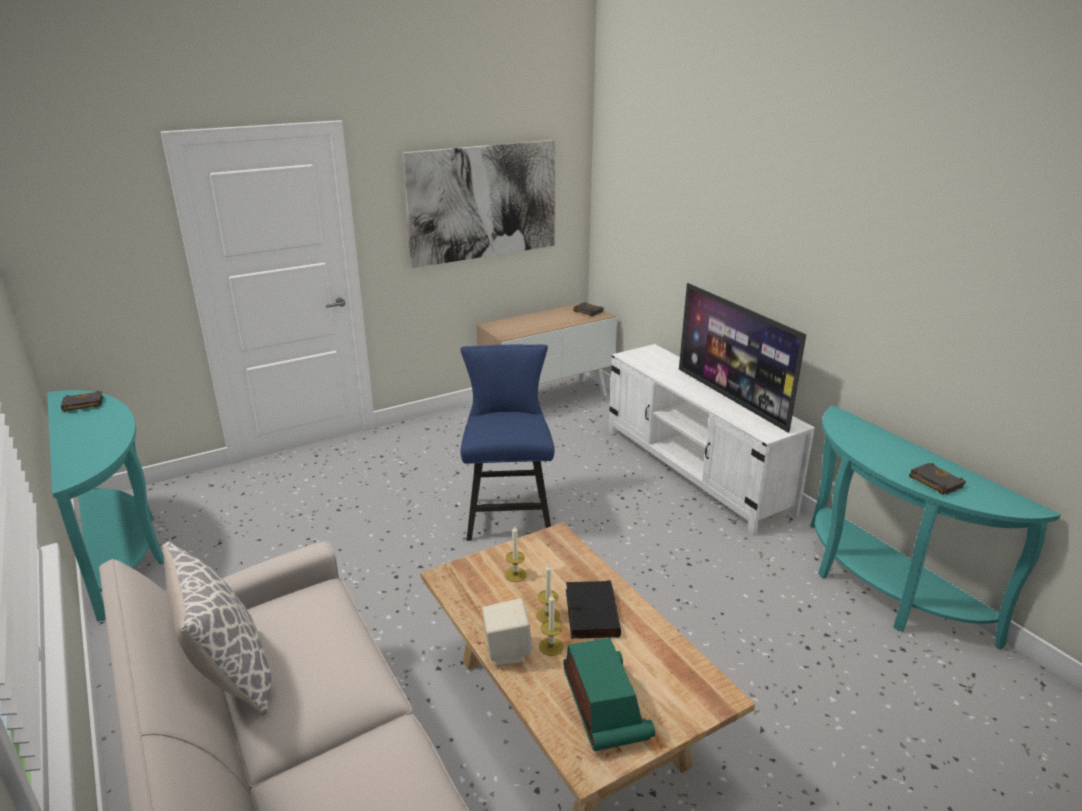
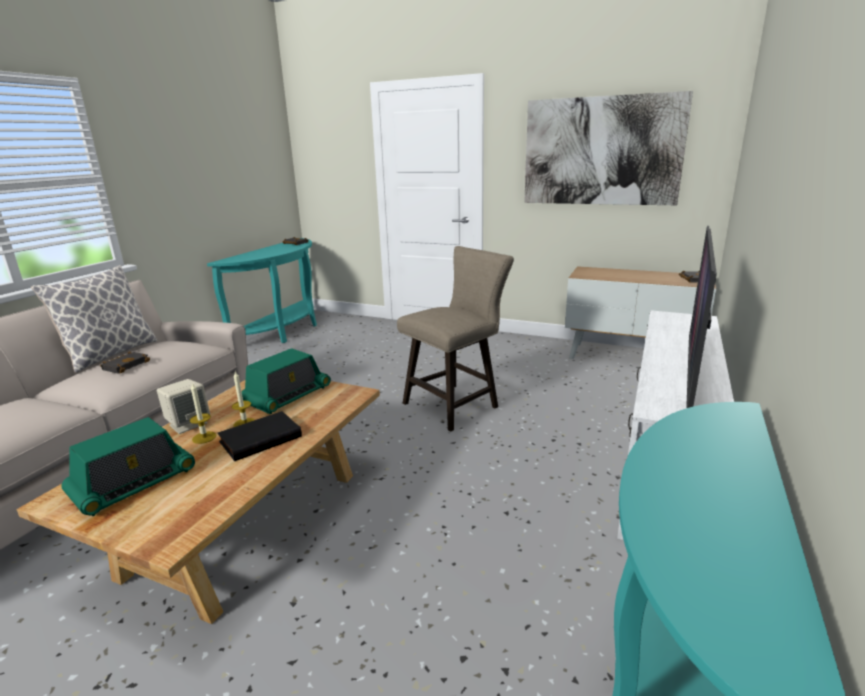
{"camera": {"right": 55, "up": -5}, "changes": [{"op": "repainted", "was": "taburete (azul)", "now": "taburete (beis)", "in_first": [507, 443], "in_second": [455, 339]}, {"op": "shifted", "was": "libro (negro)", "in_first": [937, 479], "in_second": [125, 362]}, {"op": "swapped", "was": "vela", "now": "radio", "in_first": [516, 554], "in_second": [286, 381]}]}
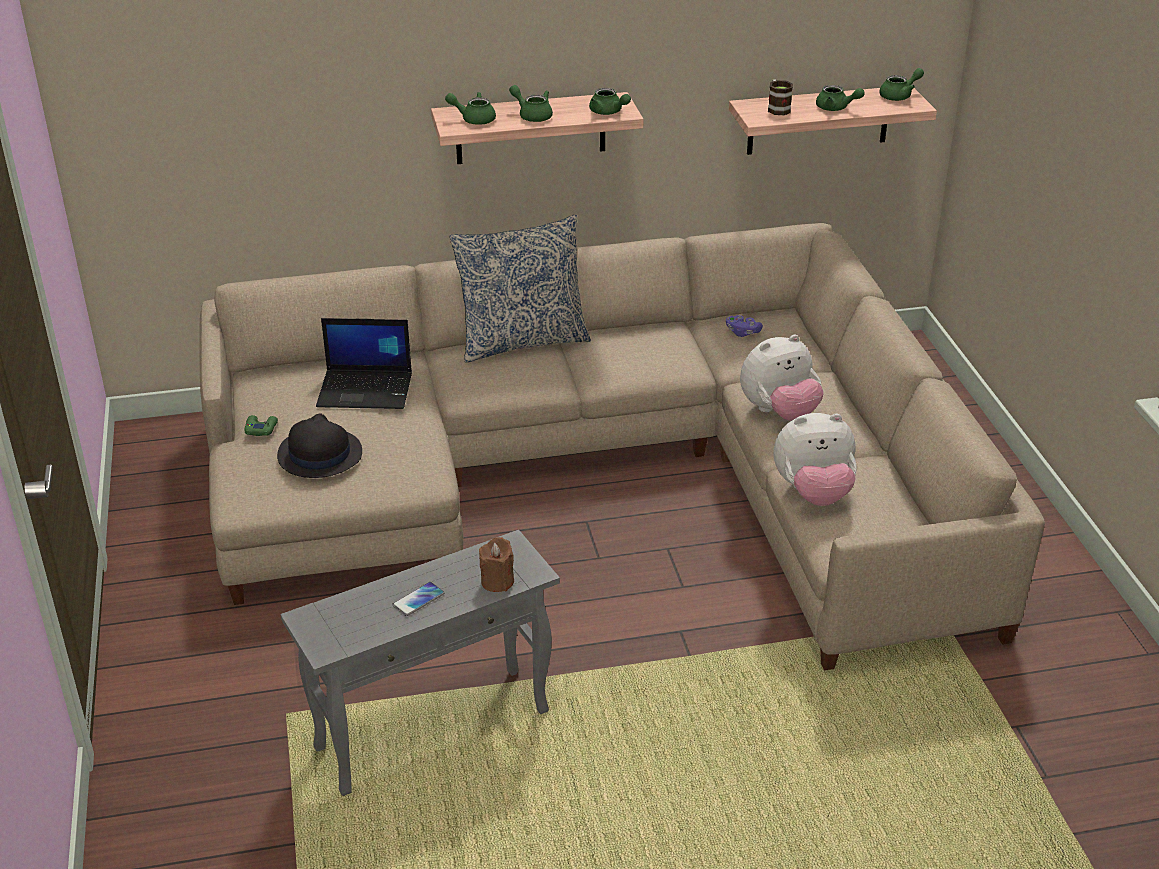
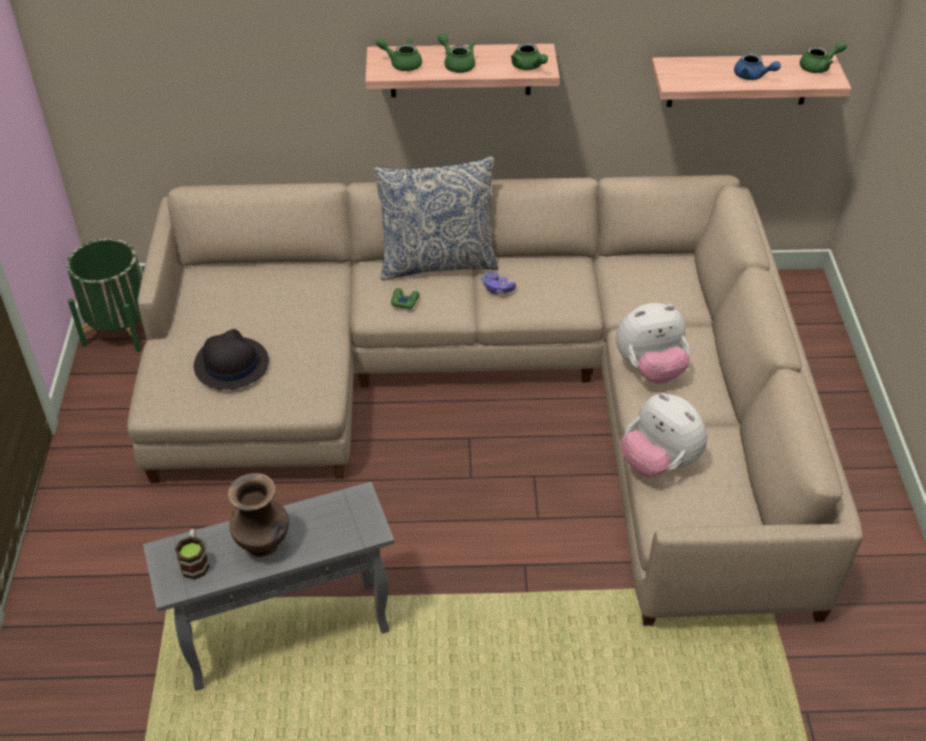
{"camera": {"right": 10, "up": 10}, "changes": [{"op": "shifted", "was": "taza grande", "in_first": [780, 97], "in_second": [192, 554]}, {"op": "repainted", "was": "tetera (verde)", "now": "tetera (azul)", "in_first": [840, 98], "in_second": [757, 66]}, {"op": "shifted", "was": "mando de consola (morado)", "in_first": [744, 326], "in_second": [498, 283]}, {"op": "gone", "was": "portátil", "in_first": [364, 363]}, {"op": "rotated", "was": "peluche", "in_first": [815, 459], "in_second": [664, 435], "clockwise": 45}, {"op": "shifted", "was": "mando de consola (verde)", "in_first": [261, 425], "in_second": [405, 298]}, {"op": "gone", "was": "vela (marrón)", "in_first": [496, 564]}, {"op": "swapped", "was": "móvil", "now": "florero (marrón)", "in_first": [418, 599], "in_second": [258, 515]}, {"op": "new", "now": "maceta (verde)", "in_second": [105, 295]}]}
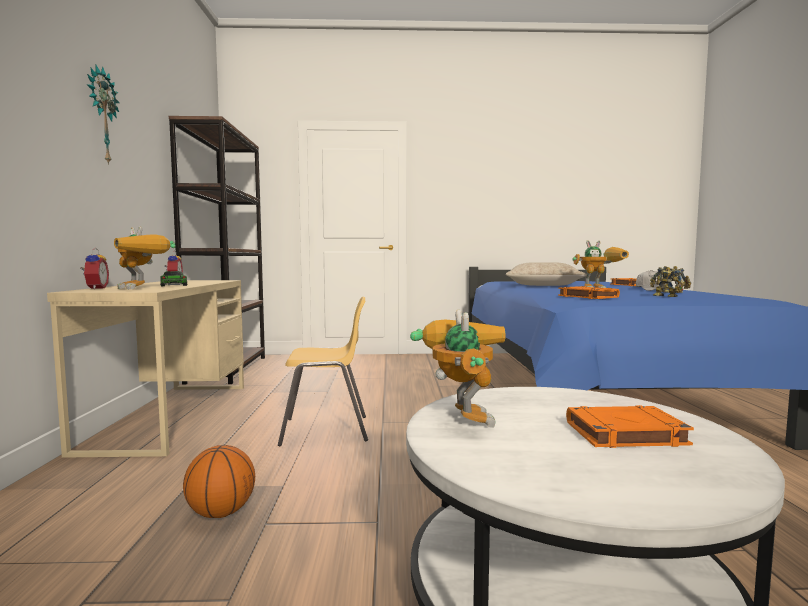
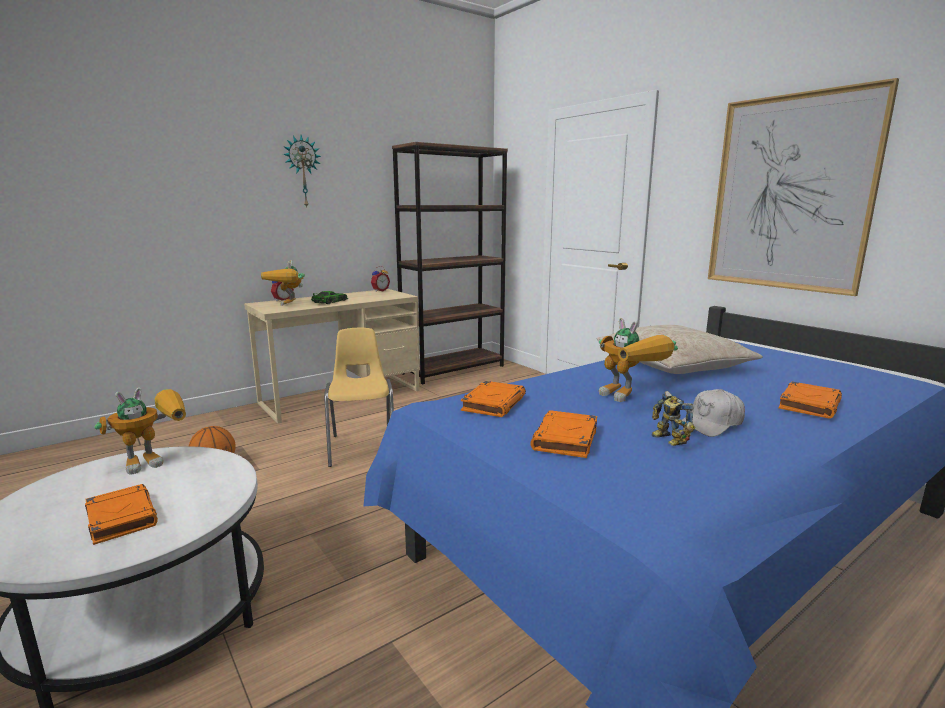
{"camera": {"right": 55, "up": 10}, "changes": [{"op": "swapped", "was": "robot de juguete", "now": "libro (naranja)", "in_first": [667, 282], "in_second": [563, 434]}, {"op": "rotated", "was": "silla (amarillo)", "in_first": [323, 371], "in_second": [359, 397], "clockwise": -150}, {"op": "new", "now": "cuadro", "in_second": [803, 187]}]}
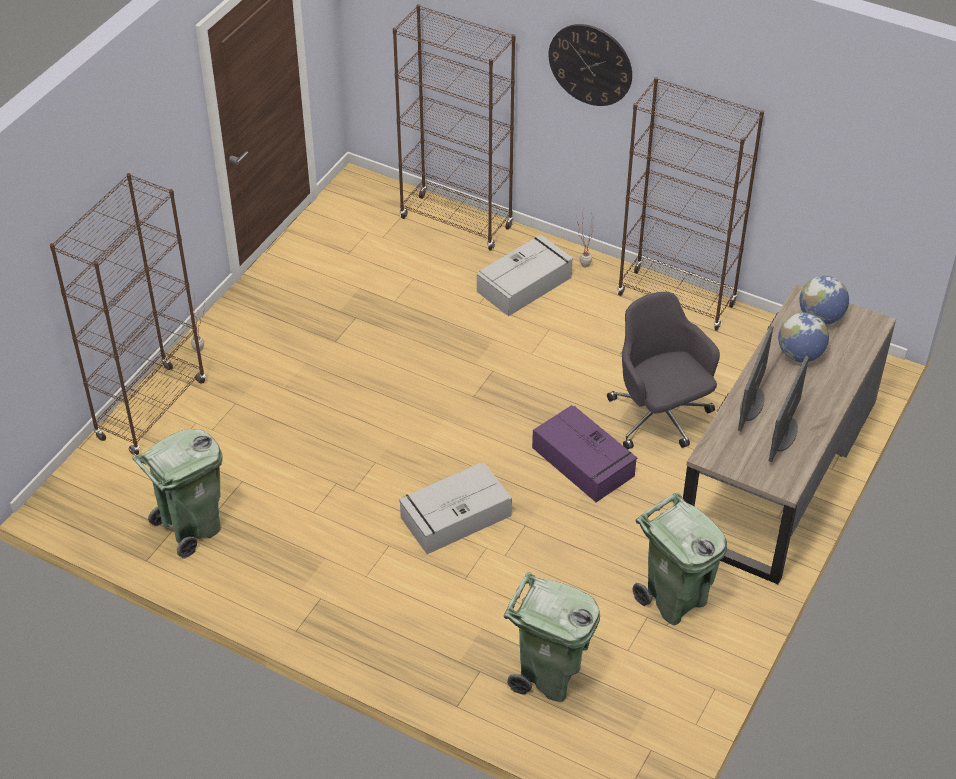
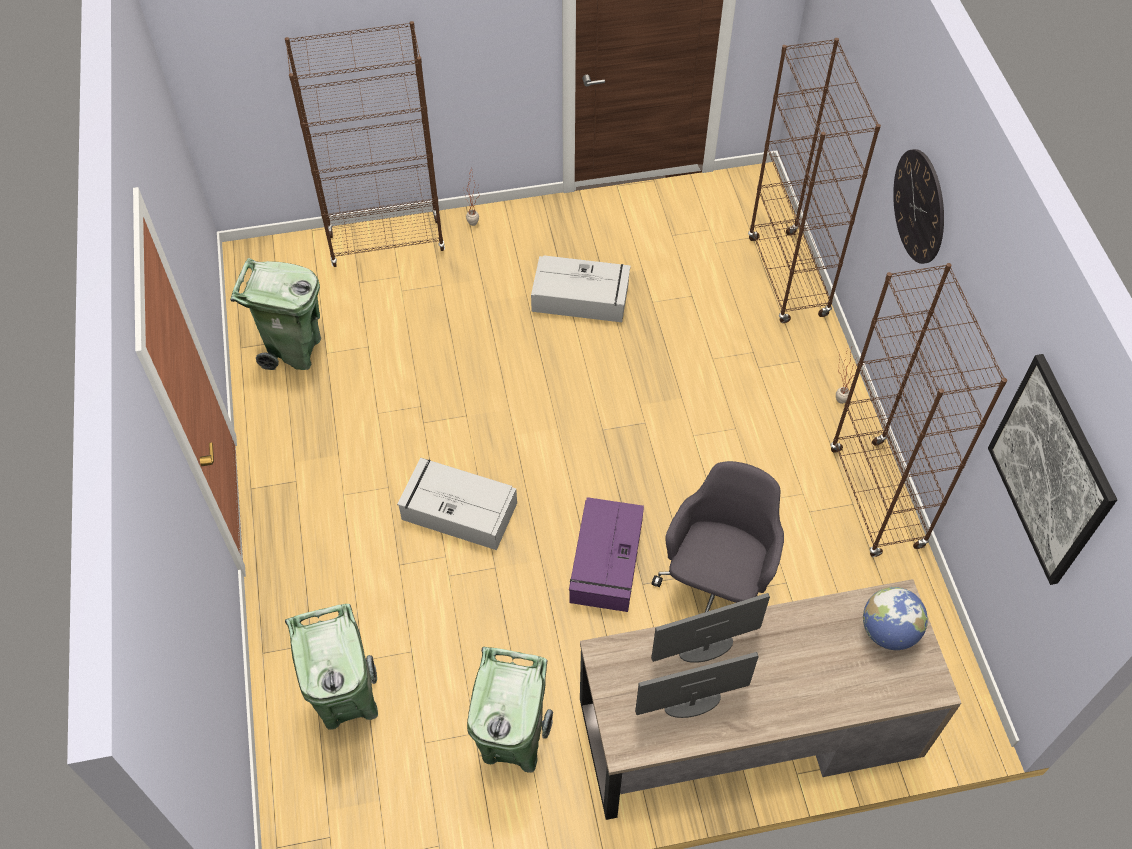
{"camera": {"right": 50, "up": 10}, "changes": [{"op": "shifted", "was": "caja de almacenaje (gris)", "in_first": [525, 275], "in_second": [581, 288]}, {"op": "gone", "was": "globo terráqueo", "in_first": [803, 337]}, {"op": "new", "now": "cuadro", "in_second": [1052, 469]}]}
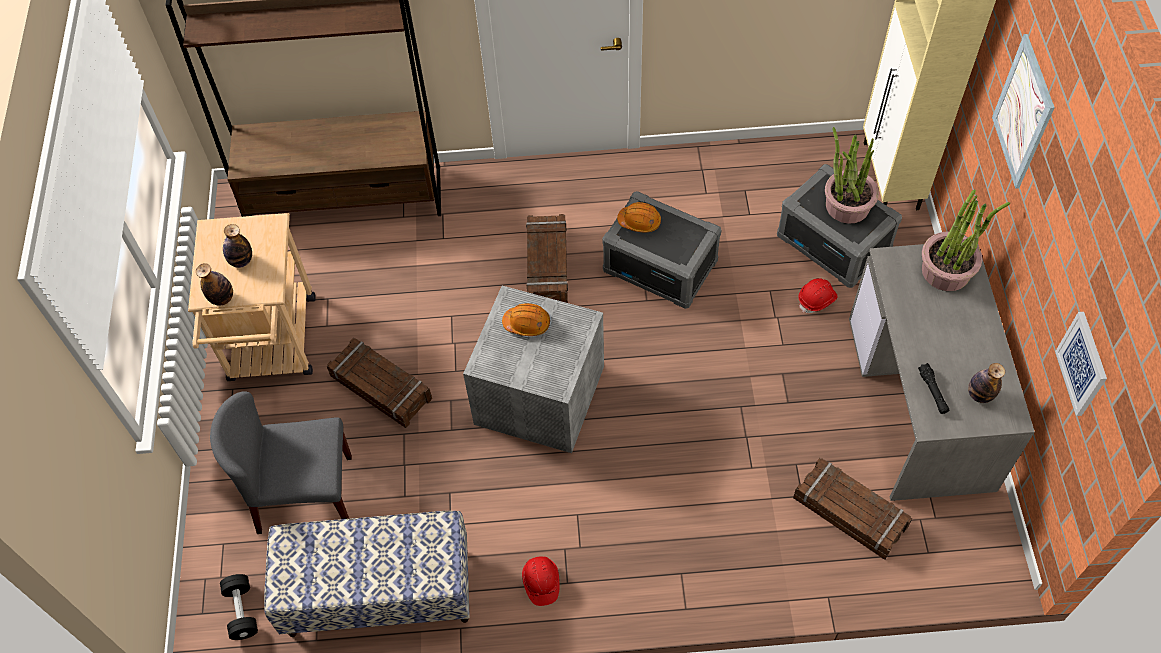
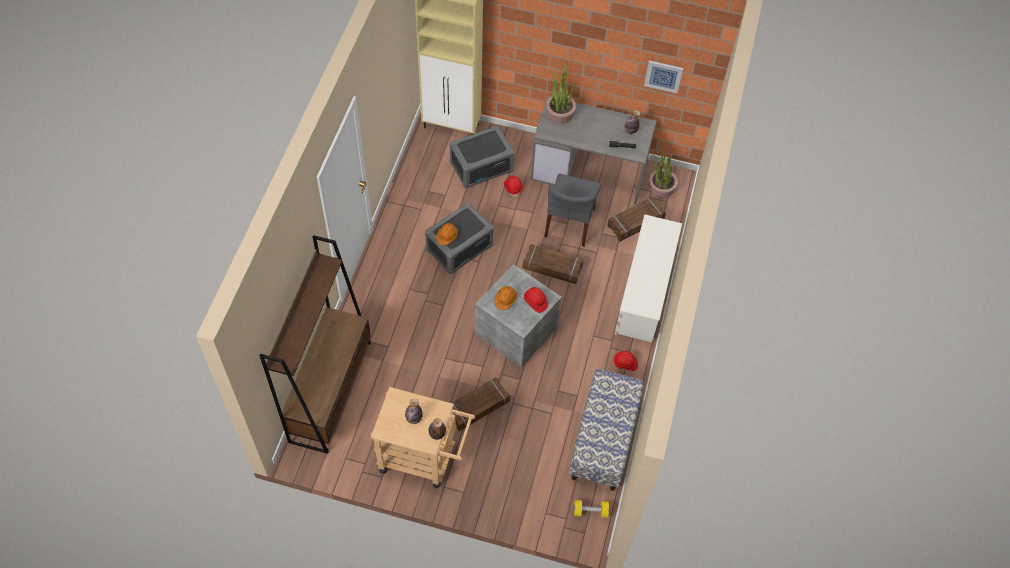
{"camera": {"right": -75, "up": 0}, "changes": [{"op": "gone", "was": "cuadro", "in_first": [1023, 111]}, {"op": "shifted", "was": "planta en maceta", "in_first": [852, 175], "in_second": [663, 175]}, {"op": "shifted", "was": "caja de embalaje", "in_first": [547, 258], "in_second": [553, 264]}, {"op": "shifted", "was": "silla (gris)", "in_first": [281, 462], "in_second": [572, 210]}, {"op": "repainted", "was": "mancuerna (negro)", "now": "mancuerna (amarillo)", "in_first": [239, 607], "in_second": [591, 509]}, {"op": "new", "now": "zapatero (blanco)", "in_second": [648, 278]}, {"op": "new", "now": "casco (rojo)", "in_second": [536, 300]}]}
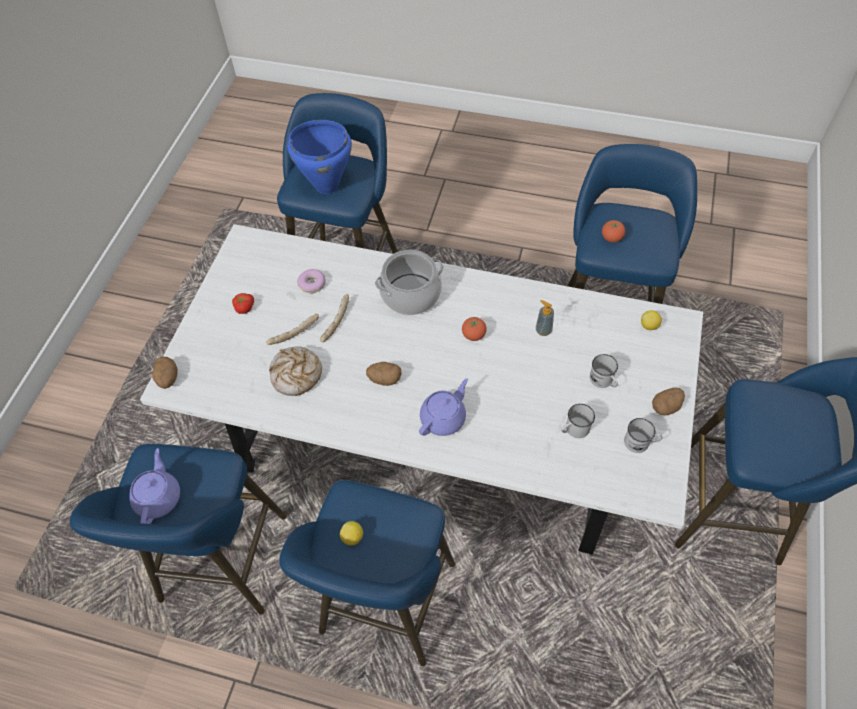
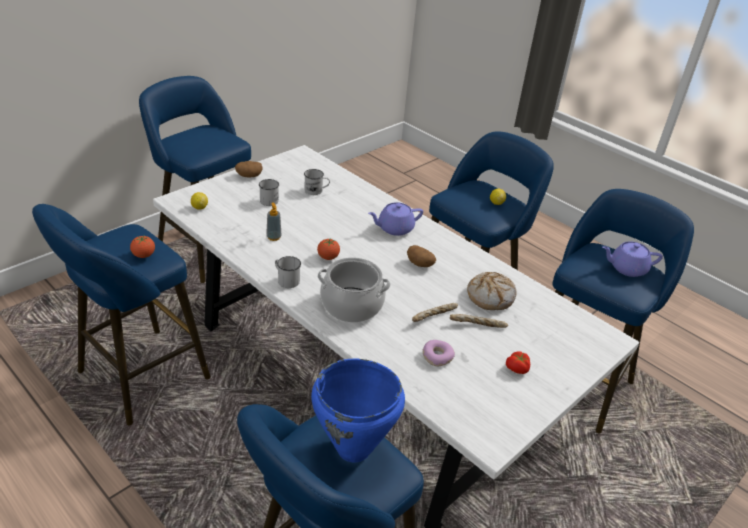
{"camera": {"right": -155, "up": -20}, "changes": [{"op": "gone", "was": "patata", "in_first": [165, 372]}, {"op": "shifted", "was": "taza grande (blanco)", "in_first": [643, 435], "in_second": [288, 272]}, {"op": "rotated", "was": "tetera (morado)", "in_first": [154, 486], "in_second": [633, 259], "clockwise": 60}]}
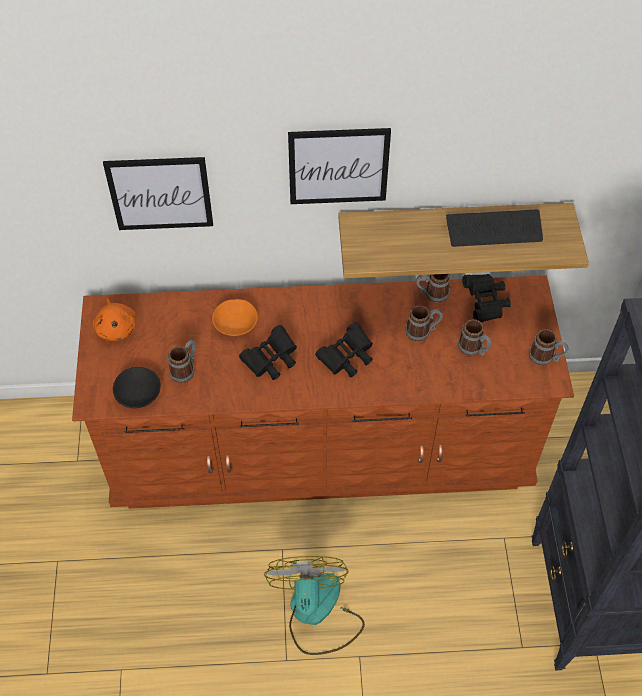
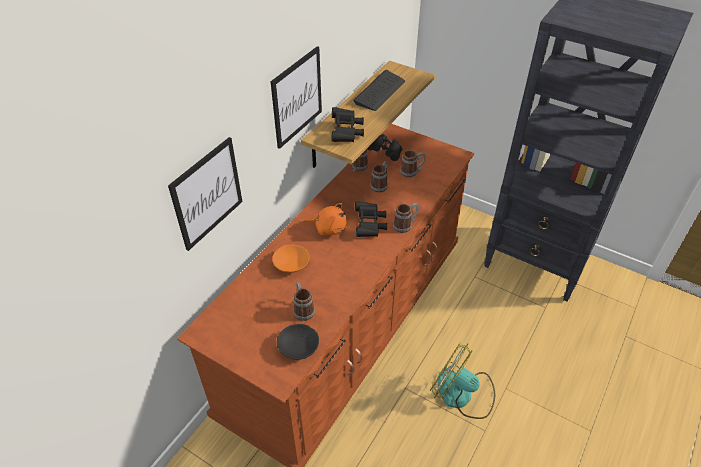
{"camera": {"right": -55, "up": -10}, "changes": [{"op": "shifted", "was": "peluche (naranja)", "in_first": [114, 319], "in_second": [325, 219]}, {"op": "shifted", "was": "prismáticos (negro)", "in_first": [268, 352], "in_second": [347, 124]}, {"op": "shifted", "was": "taza grande", "in_first": [549, 347], "in_second": [406, 218]}]}
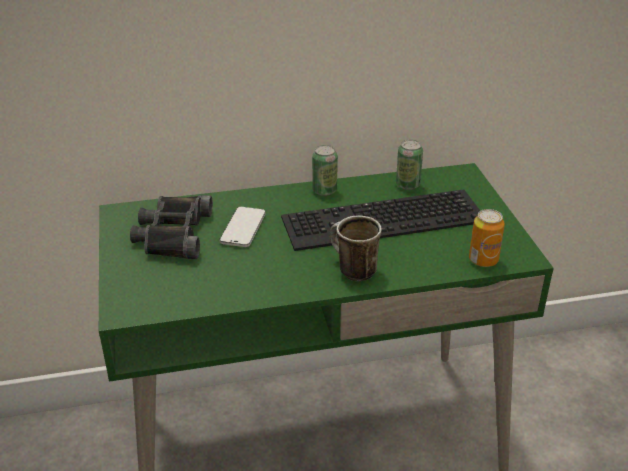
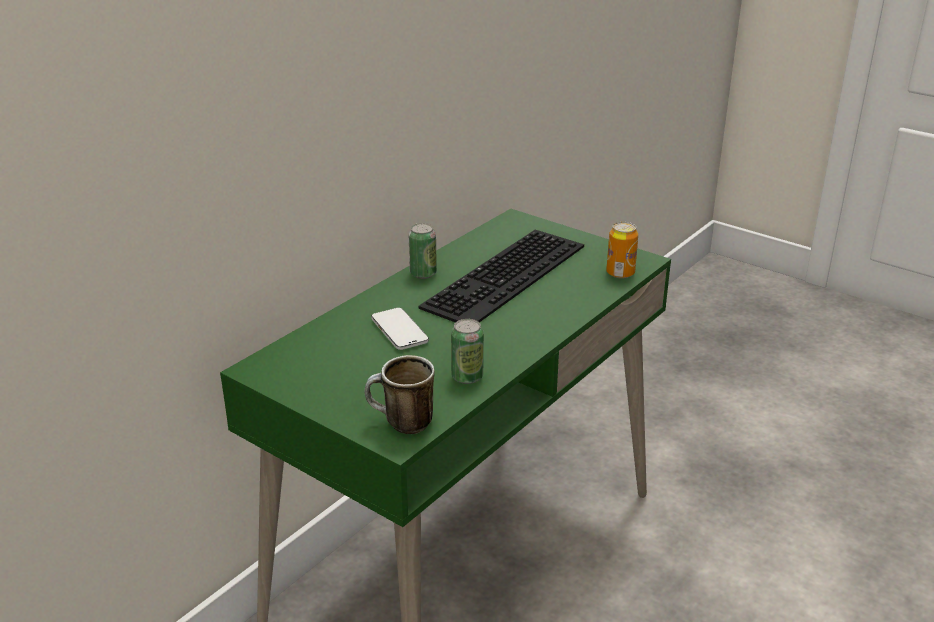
{"camera": {"right": -40, "up": -5}, "changes": [{"op": "shifted", "was": "lata", "in_first": [409, 164], "in_second": [467, 351]}, {"op": "gone", "was": "prismáticos (negro)", "in_first": [171, 227]}, {"op": "shifted", "was": "taza grande", "in_first": [355, 248], "in_second": [399, 394]}]}
